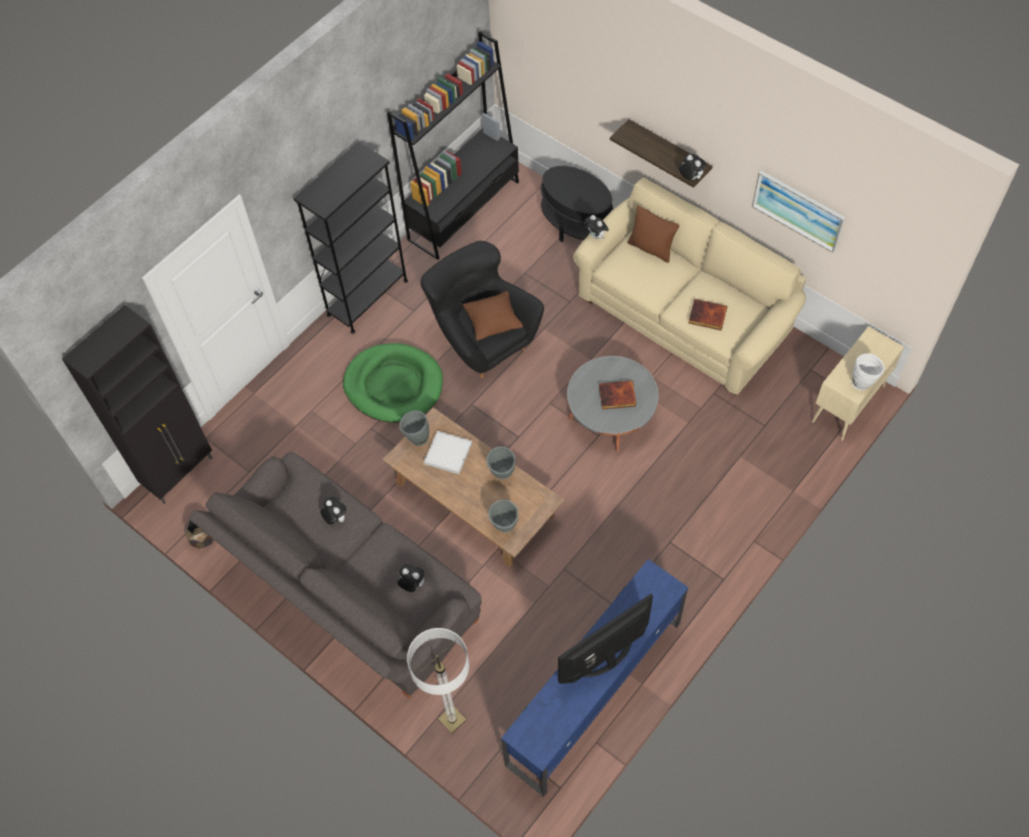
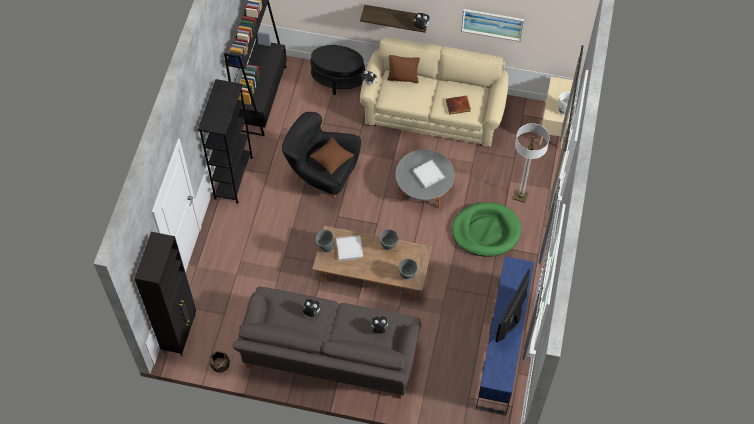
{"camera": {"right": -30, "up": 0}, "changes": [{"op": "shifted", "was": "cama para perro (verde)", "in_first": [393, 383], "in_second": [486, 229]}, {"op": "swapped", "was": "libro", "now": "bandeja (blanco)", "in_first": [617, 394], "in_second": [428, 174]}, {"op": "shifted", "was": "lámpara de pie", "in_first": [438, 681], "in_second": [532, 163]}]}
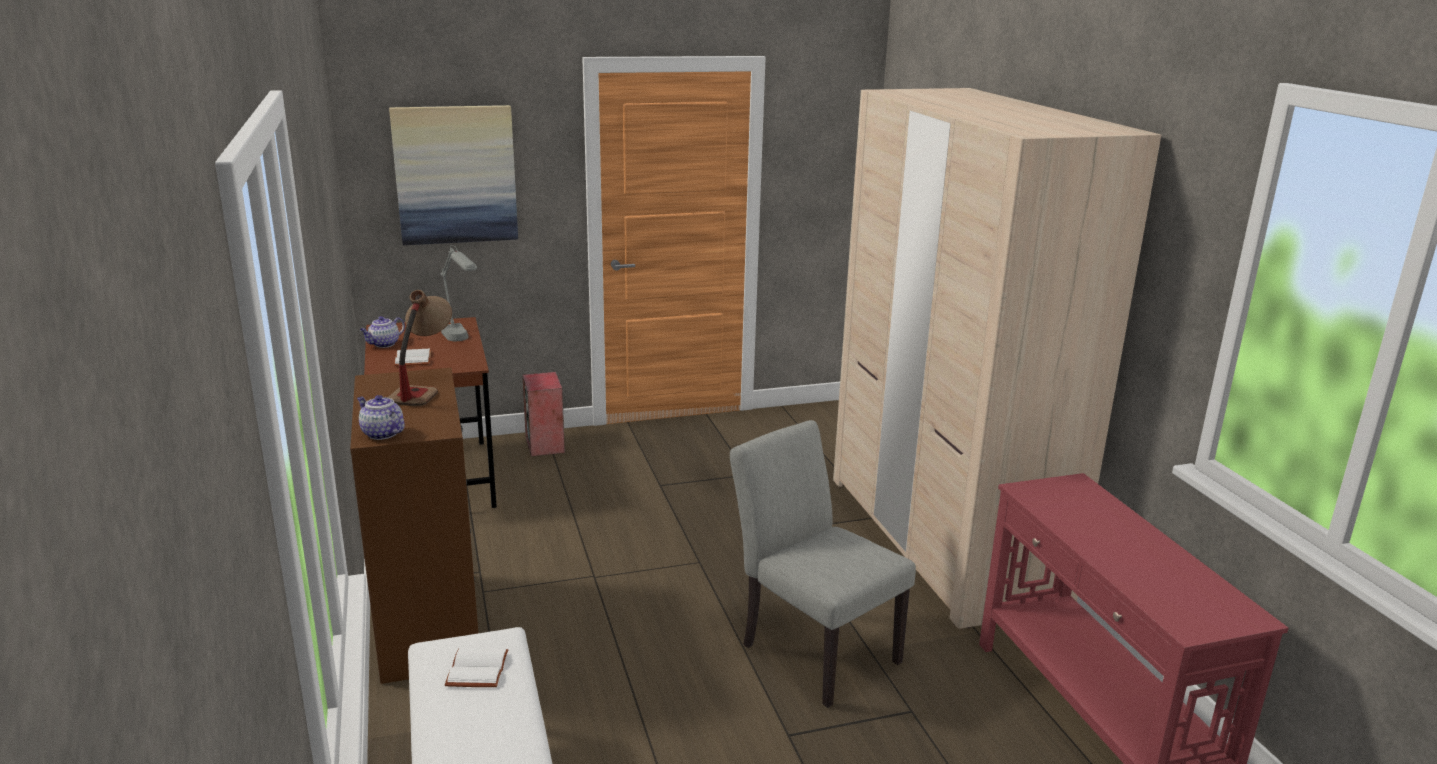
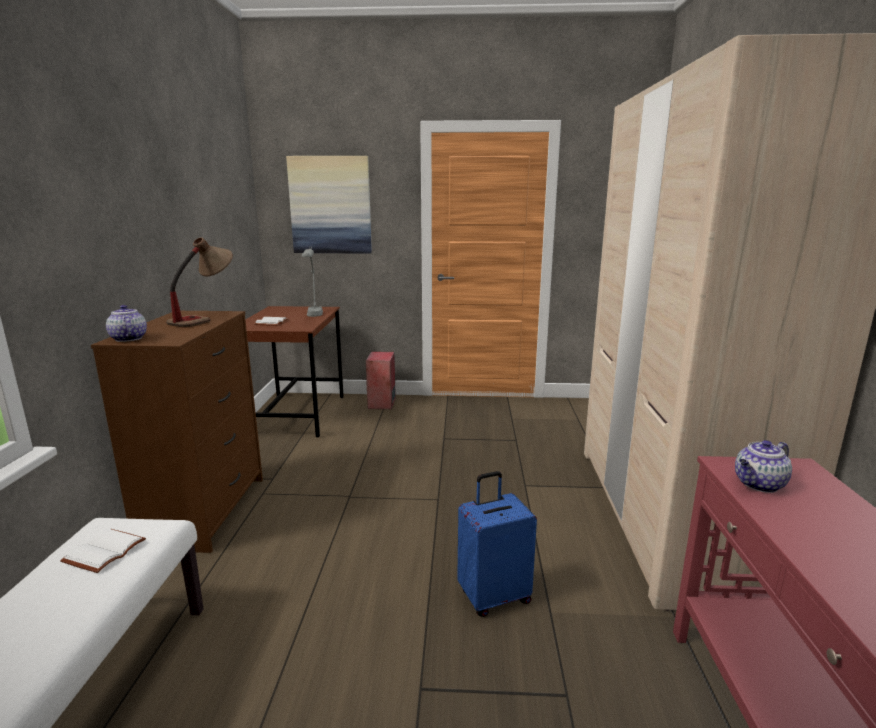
{"camera": {"right": 20, "up": -5}, "changes": [{"op": "shifted", "was": "tetera", "in_first": [382, 332], "in_second": [763, 466]}, {"op": "swapped", "was": "silla (gris)", "now": "maleta (azul)", "in_first": [823, 564], "in_second": [497, 544]}]}
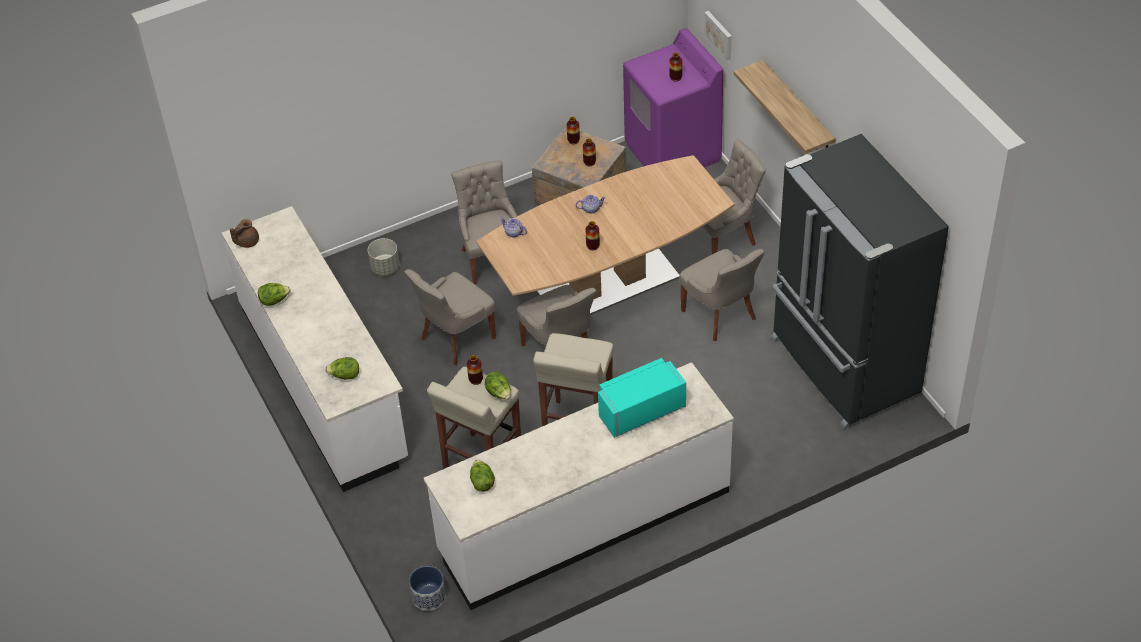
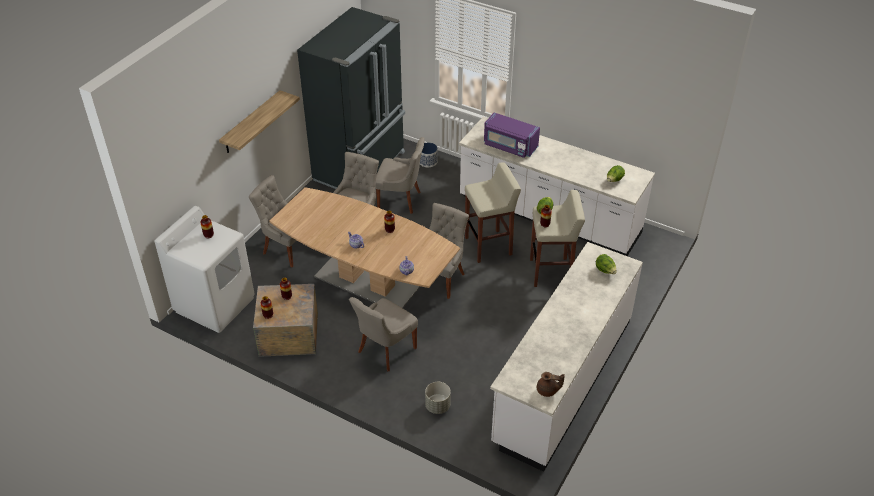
{"camera": {"right": -125, "up": -5}, "changes": [{"op": "gone", "was": "cuadro", "in_first": [718, 35]}, {"op": "repainted", "was": "lavadora (morado)", "now": "lavadora (blanco)", "in_first": [673, 98], "in_second": [204, 269]}, {"op": "shifted", "was": "silla (gris)", "in_first": [450, 317], "in_second": [400, 175]}, {"op": "gone", "was": "lechuga", "in_first": [274, 294]}, {"op": "repainted", "was": "microondas (turquesa)", "now": "microondas (morado)", "in_first": [642, 398], "in_second": [512, 135]}, {"op": "shifted", "was": "maceta", "in_first": [427, 588], "in_second": [429, 155]}]}
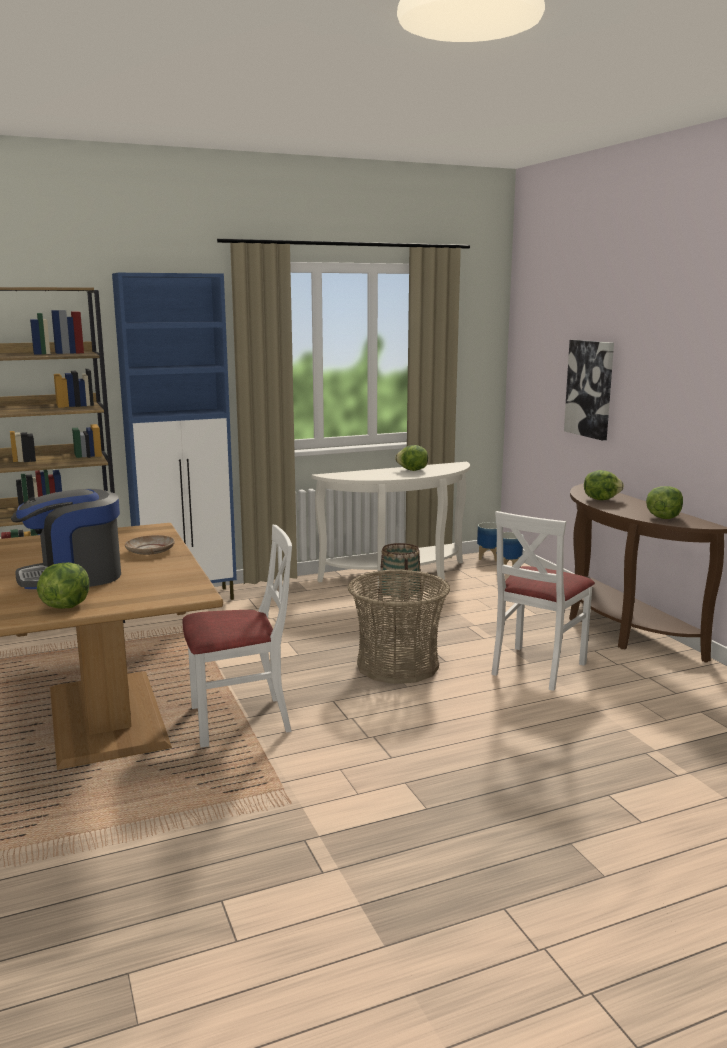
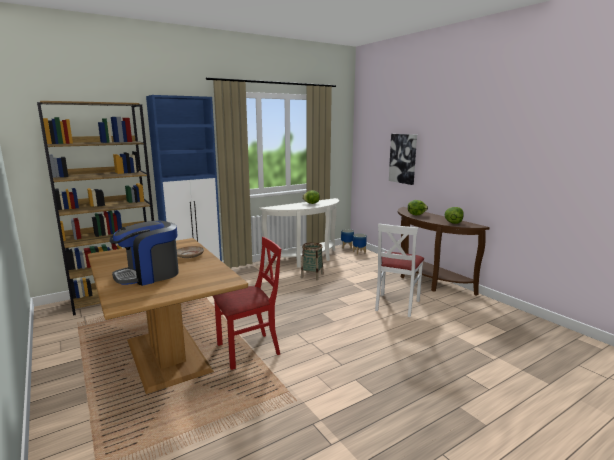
{"camera": {"right": -10, "up": 0}, "changes": [{"op": "repainted", "was": "silla (blanco)", "now": "silla (rojo)", "in_first": [237, 636], "in_second": [247, 303]}, {"op": "gone", "was": "lechuga", "in_first": [63, 585]}, {"op": "gone", "was": "cesta", "in_first": [399, 626]}]}
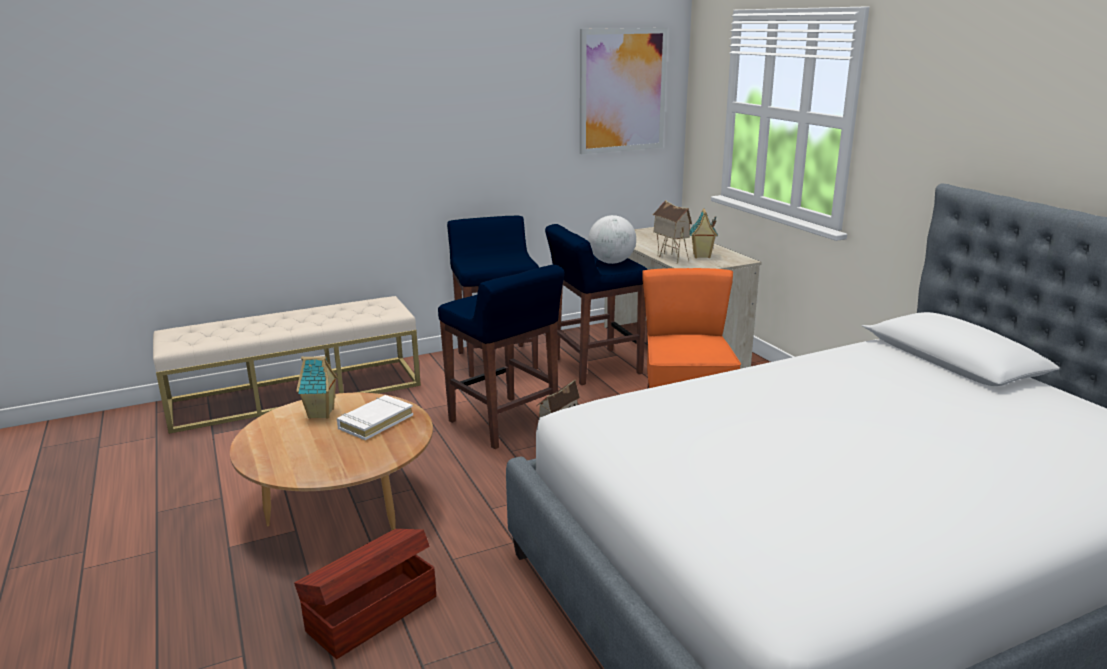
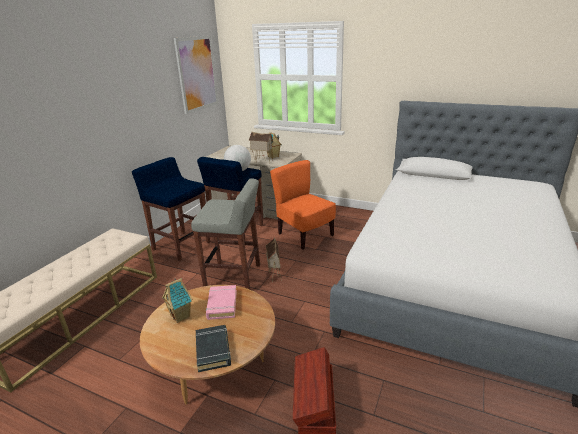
{"camera": {"right": -40, "up": 5}, "changes": [{"op": "repainted", "was": "taburete (azul)", "now": "taburete (gris)", "in_first": [501, 357], "in_second": [225, 233]}, {"op": "repainted", "was": "libro (blanco)", "now": "libro (rosa)", "in_first": [375, 417], "in_second": [221, 302]}, {"op": "new", "now": "libro (negro)", "in_second": [213, 348]}]}
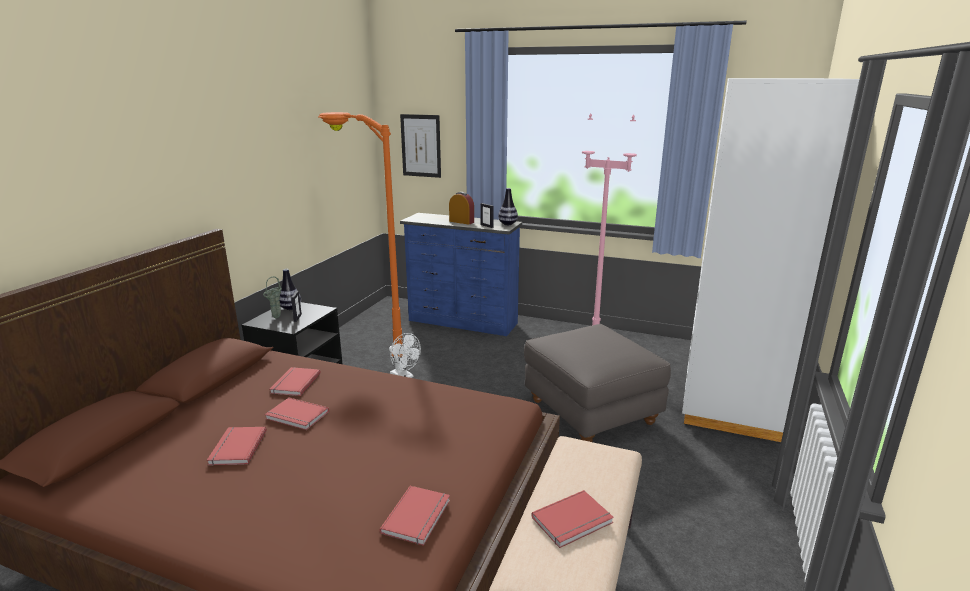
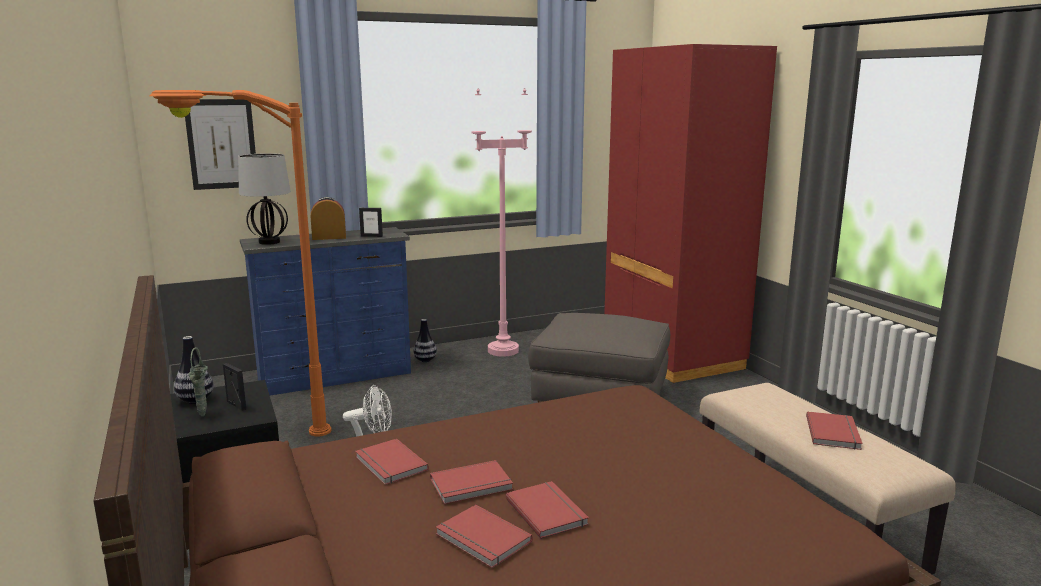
{"camera": {"right": -45, "up": -5}, "changes": [{"op": "repainted", "was": "armario ropero (blanco)", "now": "armario ropero (rojo)", "in_first": [770, 260], "in_second": [690, 213]}, {"op": "shifted", "was": "florero", "in_first": [508, 206], "in_second": [425, 340]}, {"op": "shifted", "was": "libro (rojo)", "in_first": [415, 516], "in_second": [547, 510]}, {"op": "new", "now": "lámpara de mesa", "in_second": [264, 199]}]}
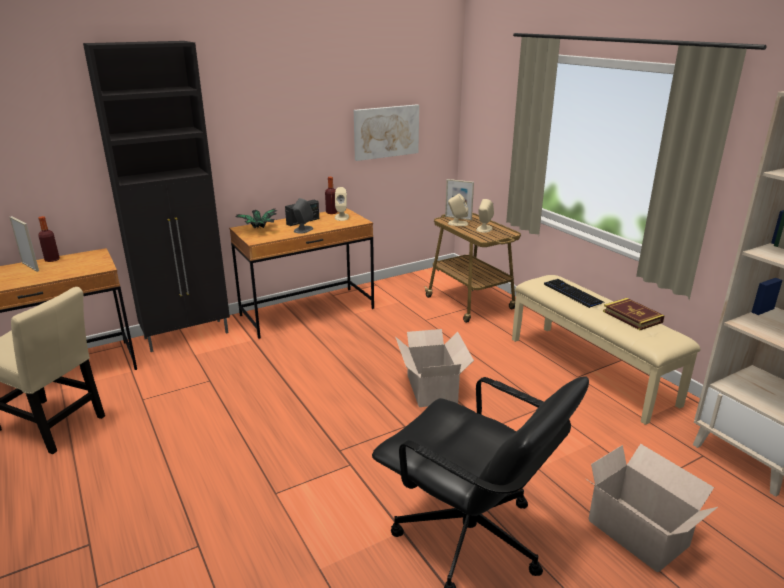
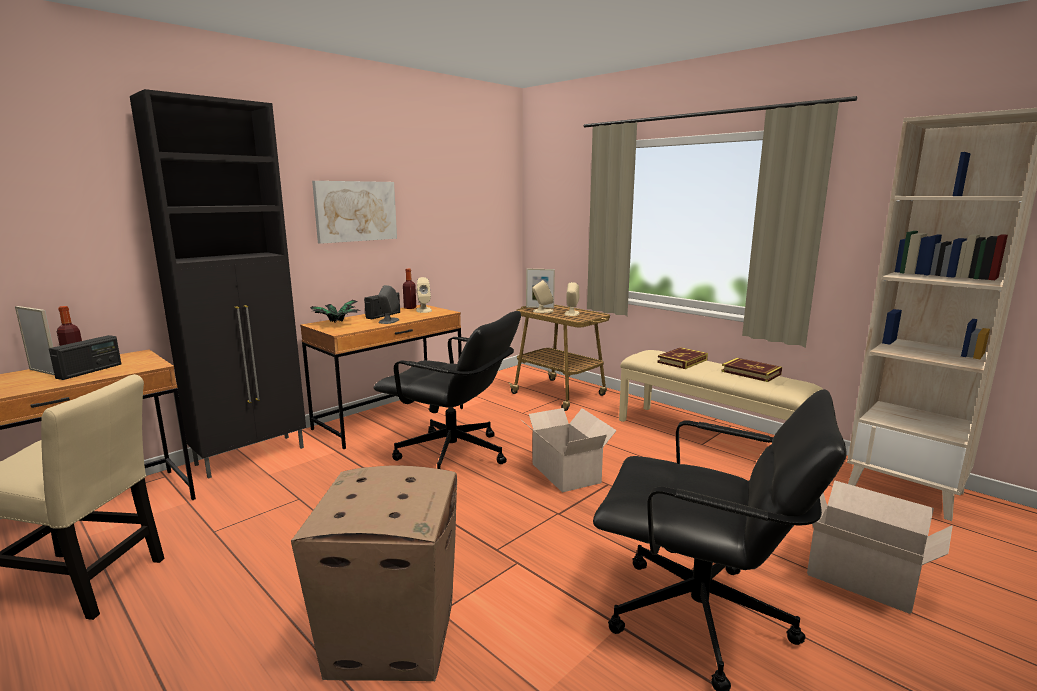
{"camera": {"right": -15, "up": -10}, "changes": [{"op": "shifted", "was": "cuadro", "in_first": [386, 133], "in_second": [354, 212]}, {"op": "swapped", "was": "teclado", "now": "libro", "in_first": [573, 293], "in_second": [682, 358]}, {"op": "new", "now": "silla de oficina (negro)", "in_second": [447, 390]}, {"op": "new", "now": "radio", "in_second": [85, 357]}, {"op": "new", "now": "caja de cartón", "in_second": [374, 573]}]}
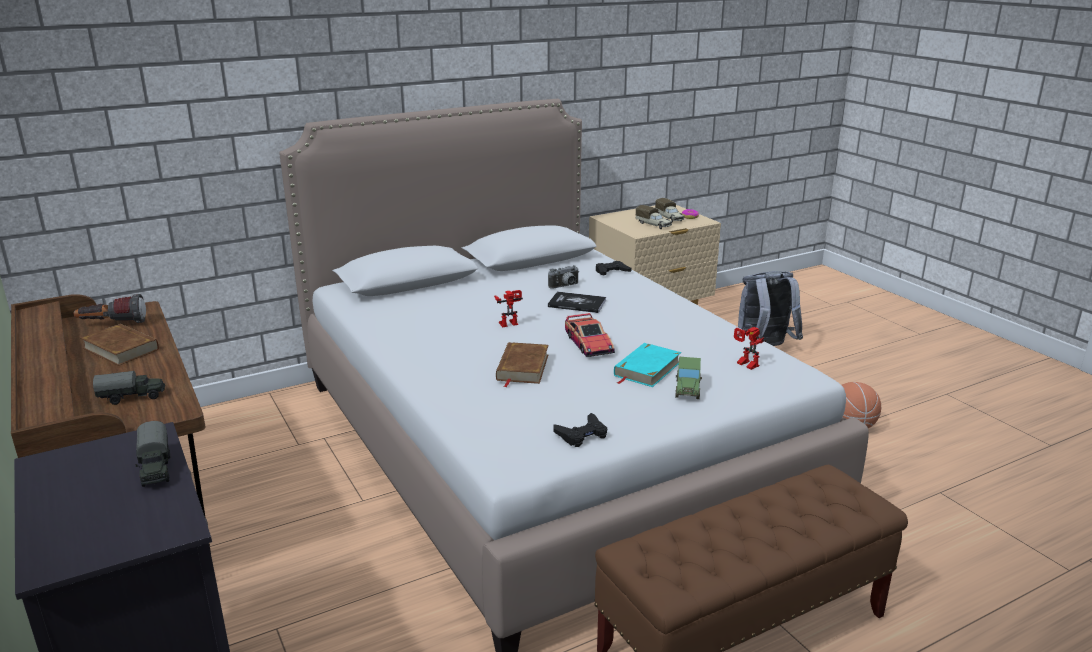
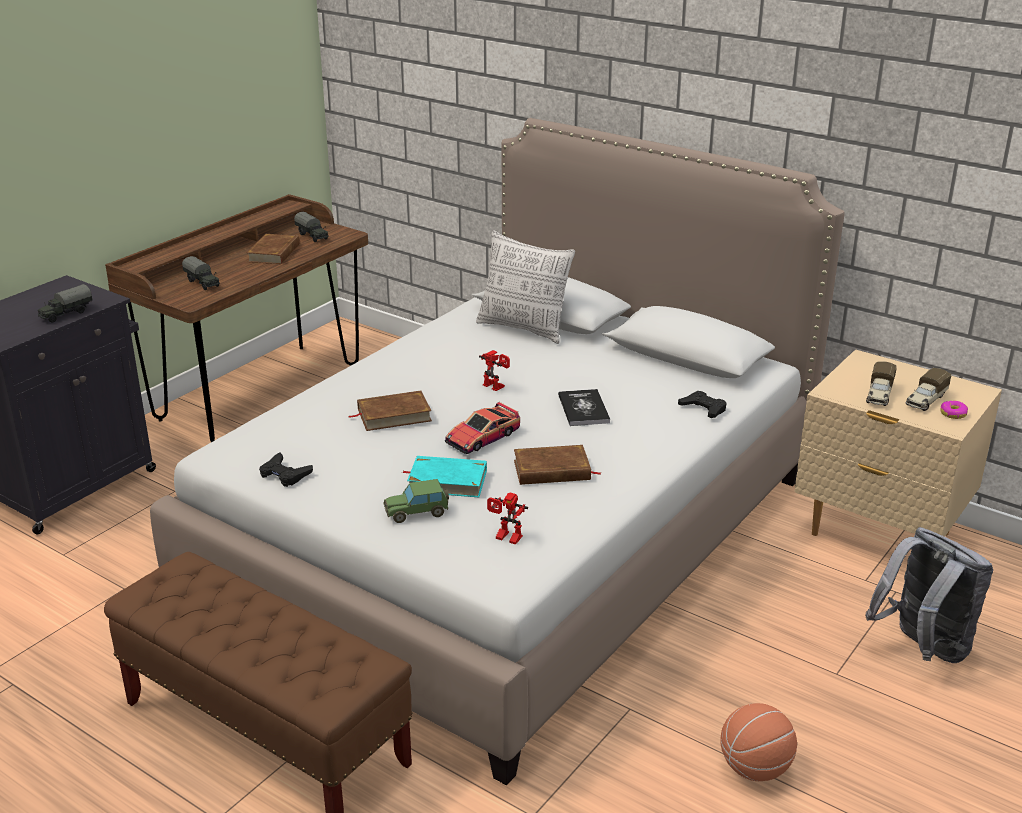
{"camera": {"right": 65, "up": 5}, "changes": [{"op": "gone", "was": "cámara", "in_first": [563, 277]}, {"op": "swapped", "was": "linterna", "now": "camión de juguete", "in_first": [110, 308], "in_second": [311, 227]}, {"op": "rotated", "was": "robot de juguete", "in_first": [750, 348], "in_second": [507, 518], "clockwise": -90}, {"op": "new", "now": "cojín", "in_second": [525, 287]}, {"op": "new", "now": "libro (marrón)", "in_second": [558, 465]}]}
